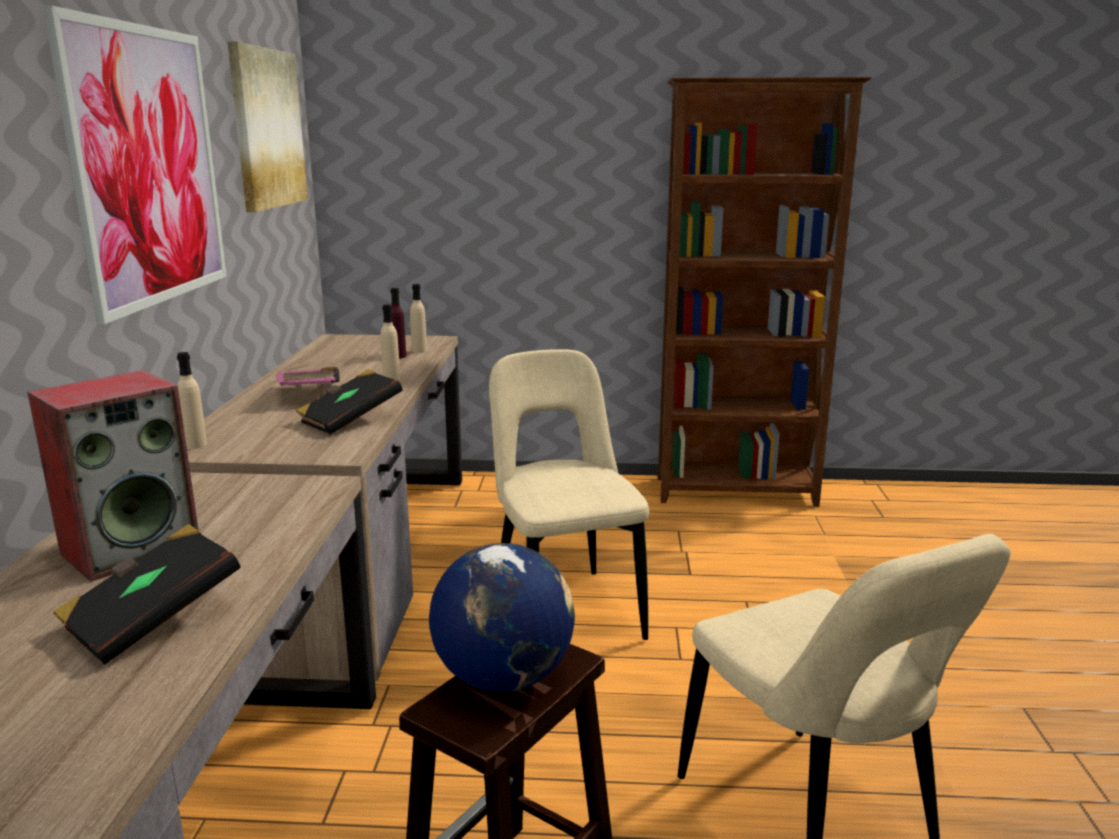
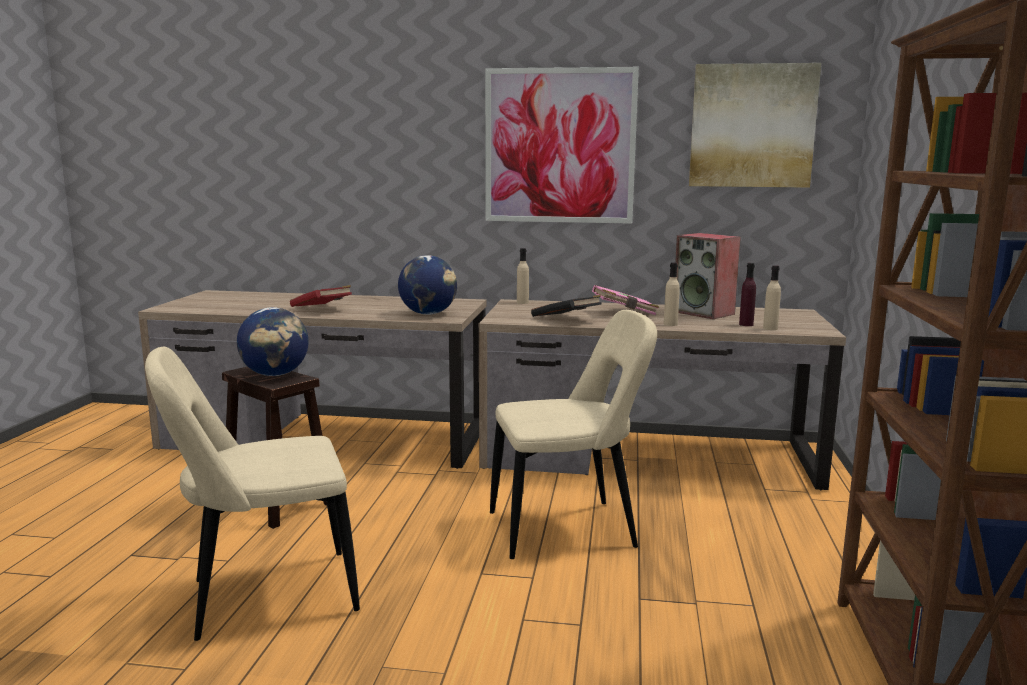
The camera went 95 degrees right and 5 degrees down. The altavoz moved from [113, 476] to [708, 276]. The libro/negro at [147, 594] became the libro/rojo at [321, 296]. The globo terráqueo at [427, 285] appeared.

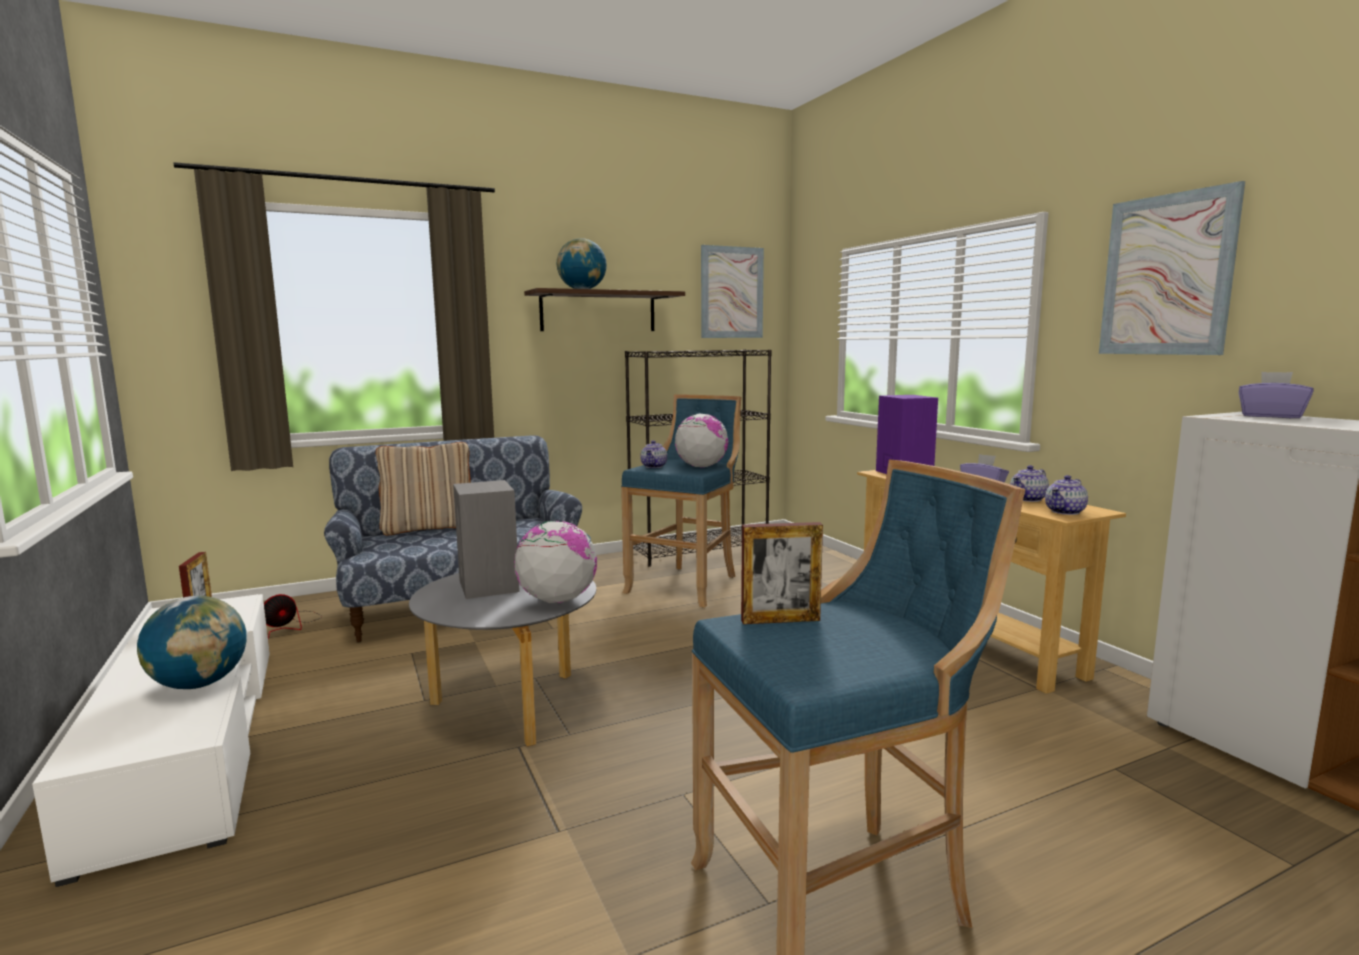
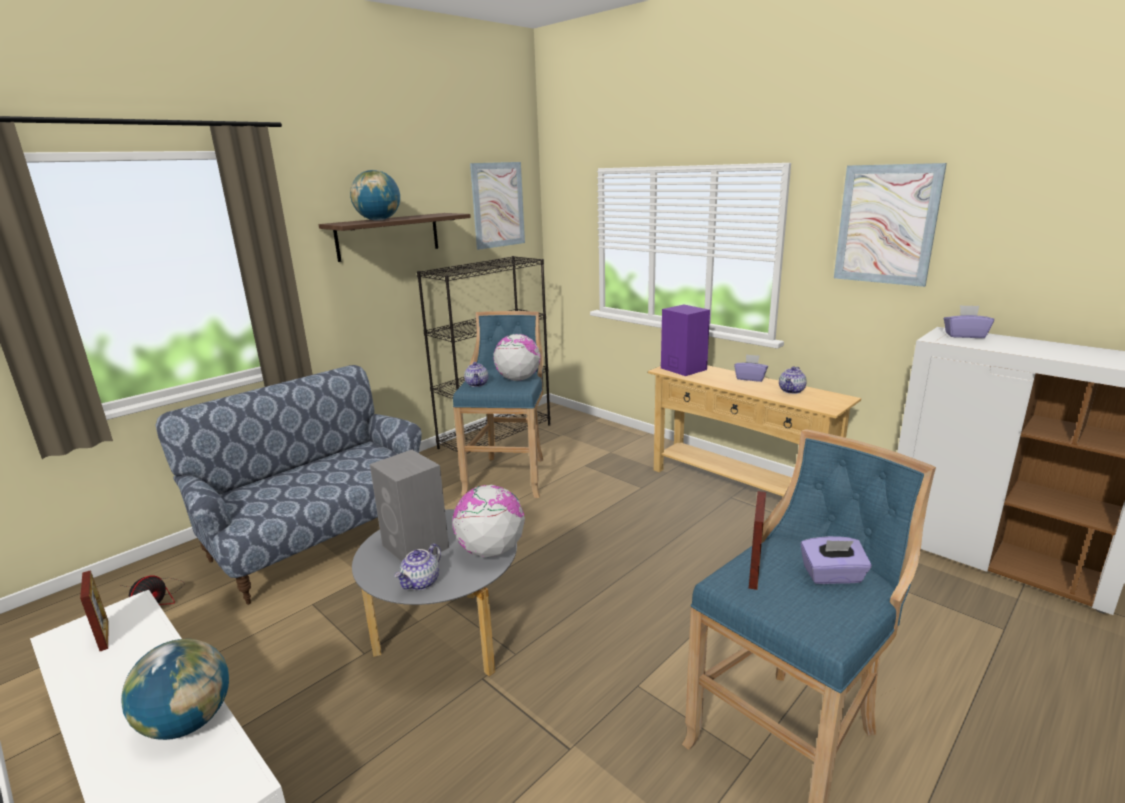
The camera went 20 degrees left and 10 degrees up. The cojín/beis at [423, 488] disappeared. The portarretratos at [782, 573] turned 135 degrees clockwise. The tetera moved from [1066, 495] to [417, 567]. The caja de pañuelos/morado at [836, 560] appeared.

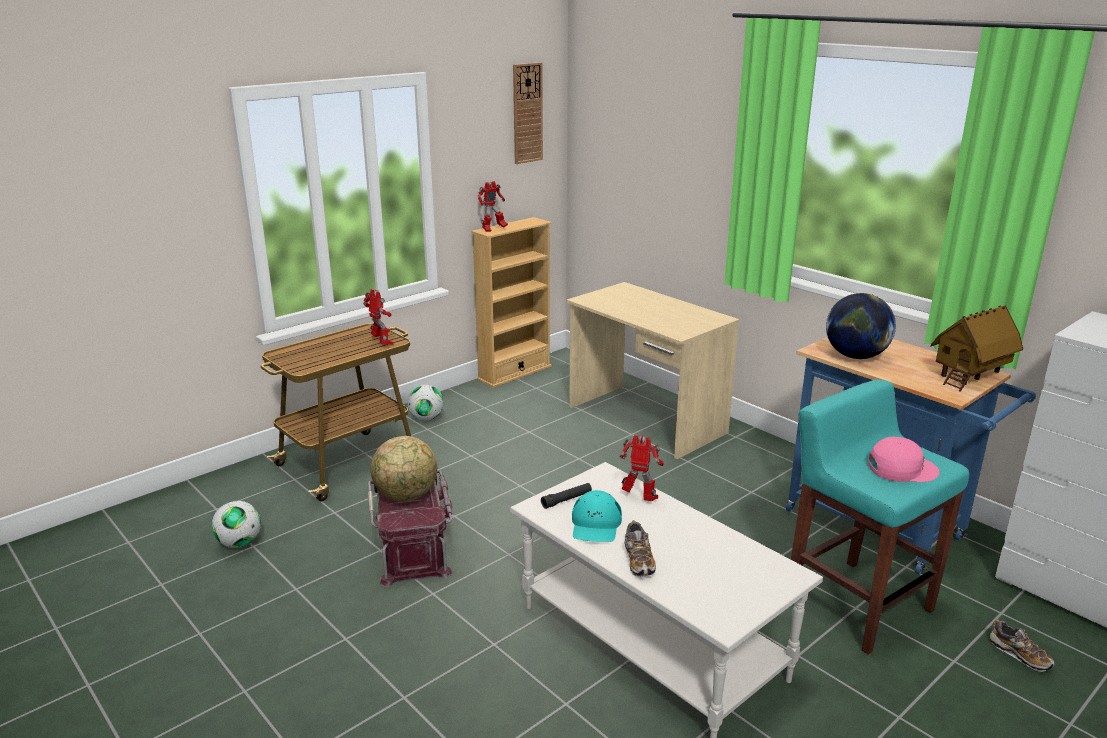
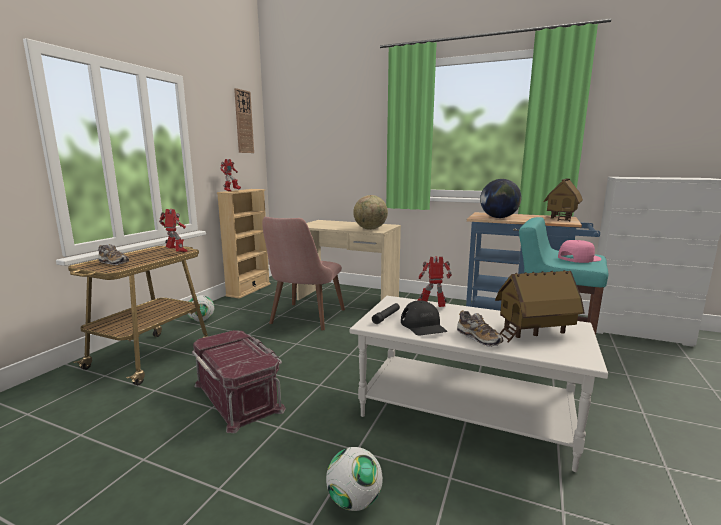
The camera went 25 degrees left and 10 degrees down. The balón de fútbol moved from [236, 524] to [354, 479]. The globo terráqueo moved from [404, 469] to [370, 212]. The gorra/turquesa at [597, 516] became the gorra/negro at [424, 317]. The zapato moved from [1022, 646] to [113, 254]. The silla/rosa at [303, 273] appeared. The casita at [540, 306] appeared.

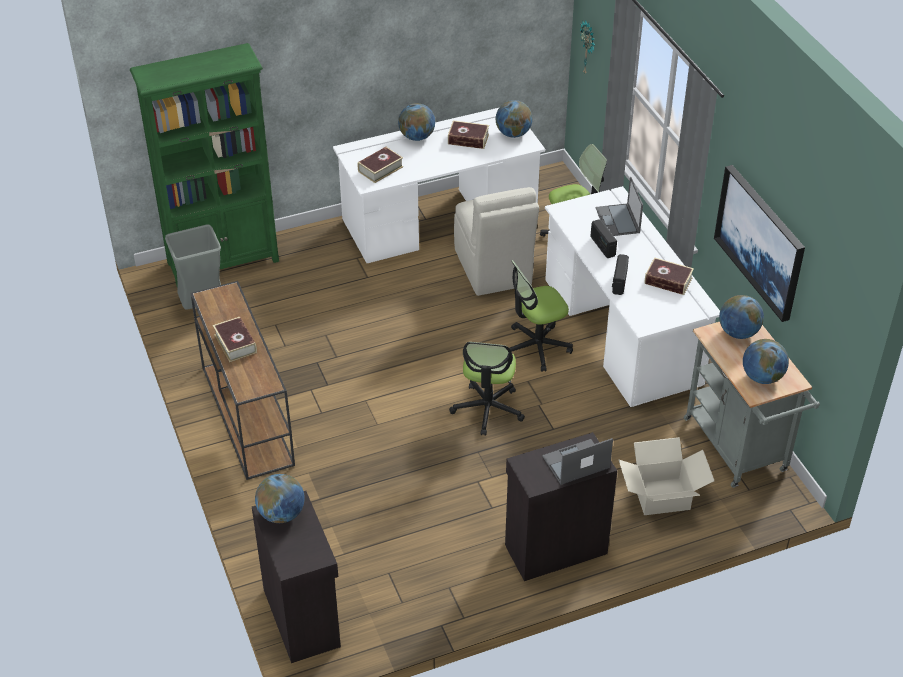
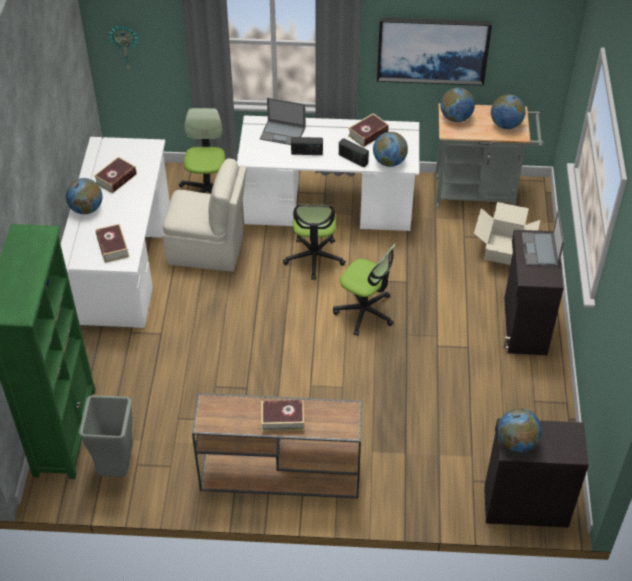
The camera went 65 degrees left and 5 degrees up. The globo terráqueo moved from [514, 119] to [390, 149].

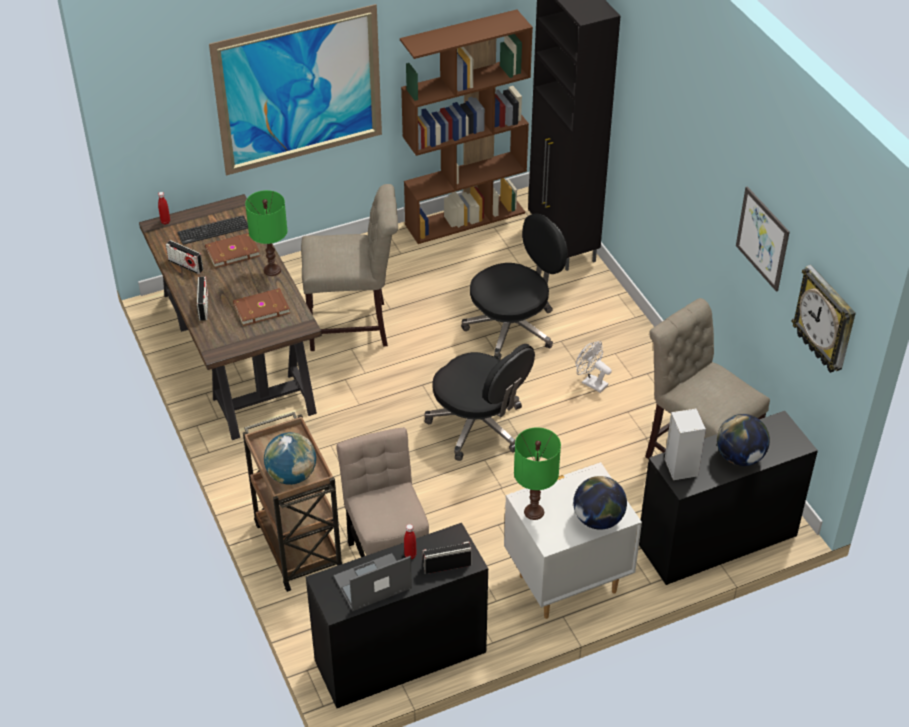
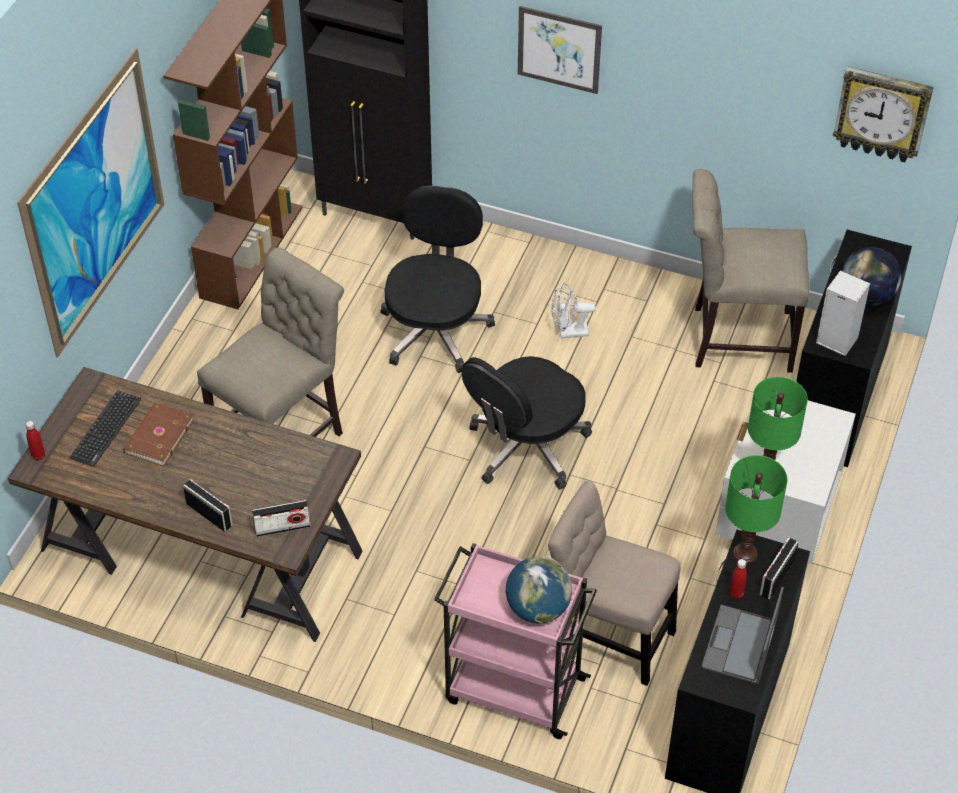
The camera went 45 degrees left and 5 degrees up. The radio moved from [184, 257] to [281, 518]. The libro/marrón at [261, 307] disappeared. The carrito/marrón at [292, 502] became the carrito/rosa at [515, 641]. The lámpara de mesa/verde moved from [266, 233] to [756, 509]. The silla de oficina/negro at [479, 402] turned 135 degrees clockwise. The globo terráqueo at [600, 503] disappeared. The cuadro moved from [763, 239] to [560, 50].

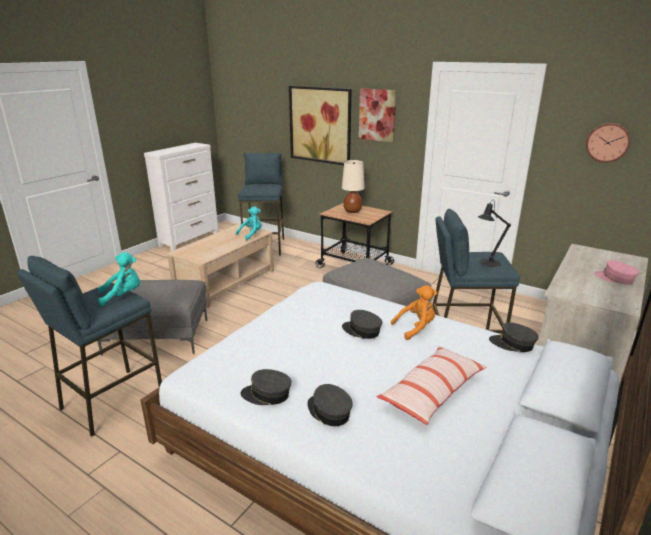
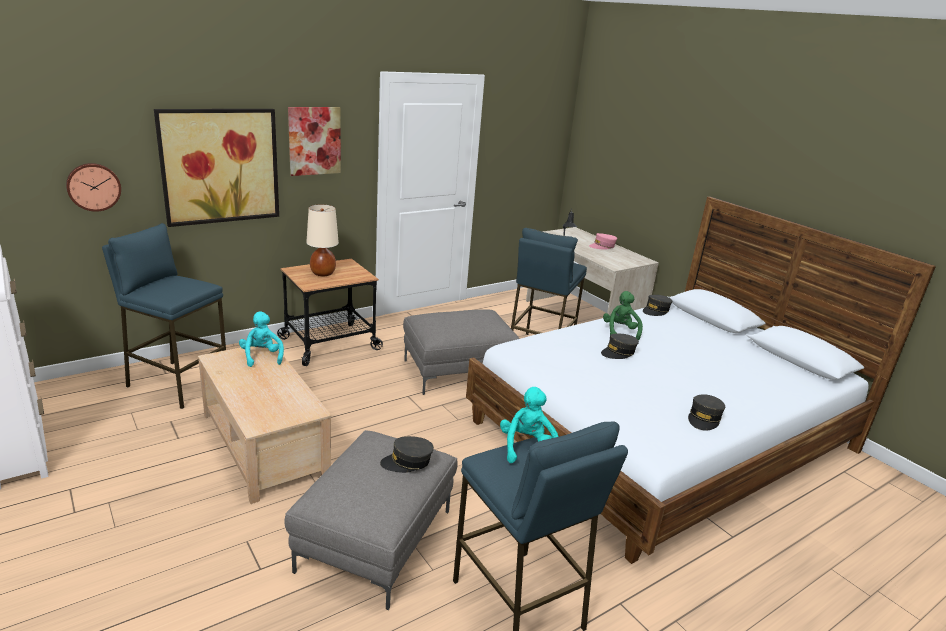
The camera went 70 degrees left and 0 degrees up. The gorra/gris moved from [329, 405] to [407, 454]. The cojín at [432, 385] disappeared. The peluche/naranja at [414, 312] became the peluche/verde at [623, 316]. The reloj de pared moved from [608, 143] to [93, 187].

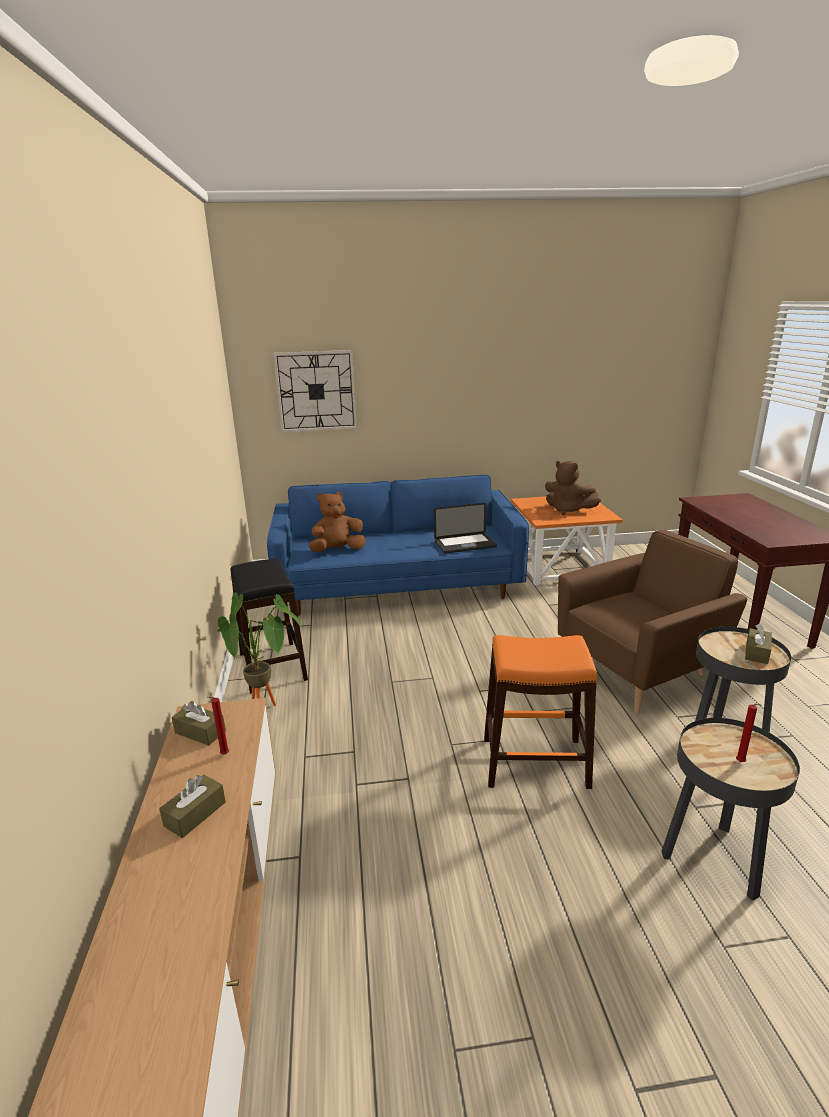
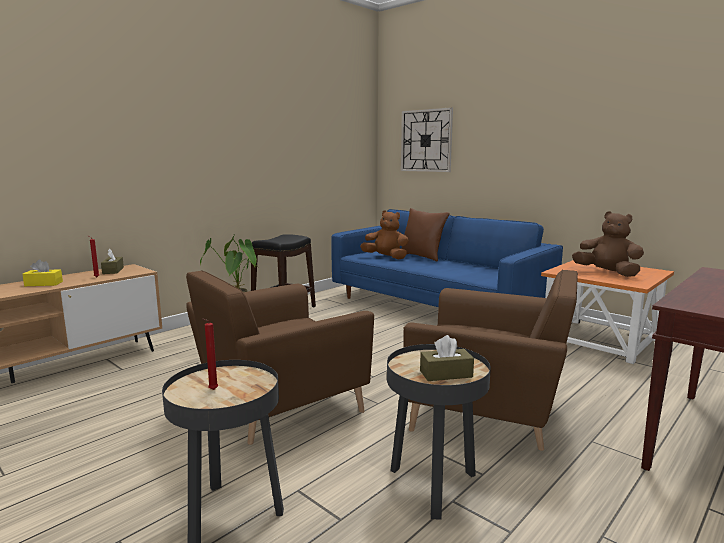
The camera went 50 degrees right and 10 degrees down. The caja de pañuelos/marrón at [192, 806] became the caja de pañuelos/amarillo at [42, 273]. The portátil at [465, 528] disappeared. The taburete/naranja at [540, 712] was replaced by the sillón/marrón at [280, 357]. The peluche/marrón at [573, 488] turned 135 degrees clockwise. The cojín/marrón at [426, 234] appeared.

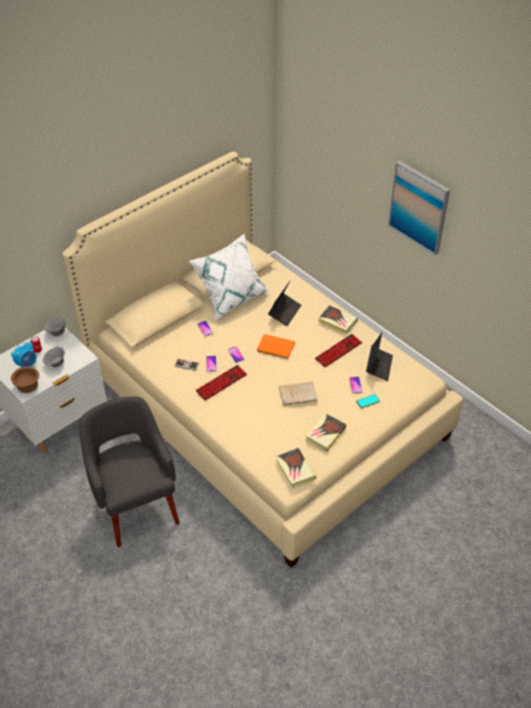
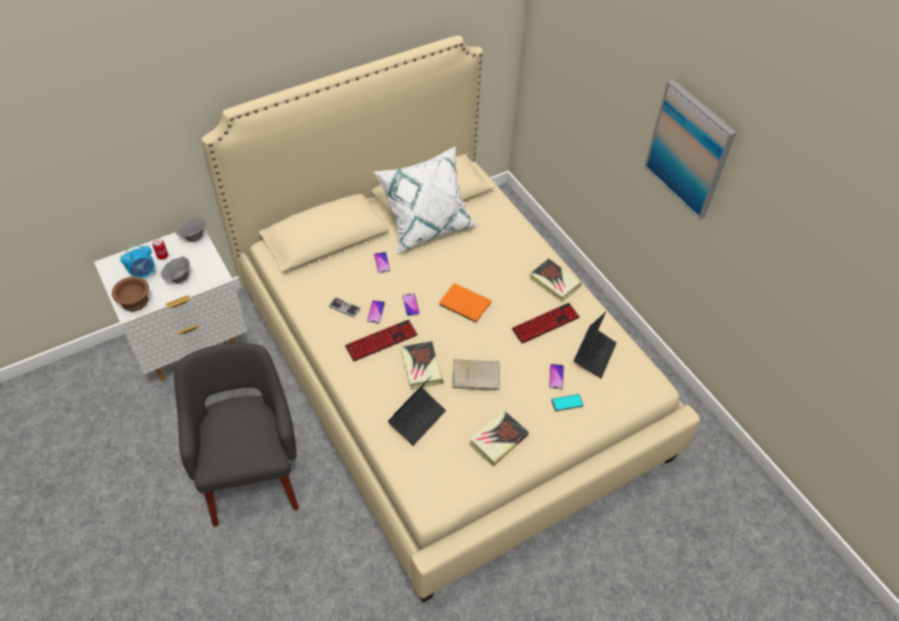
The camera went 10 degrees right and 5 degrees up. The portátil moved from [284, 303] to [417, 411]. The libro moved from [295, 468] to [422, 365].

